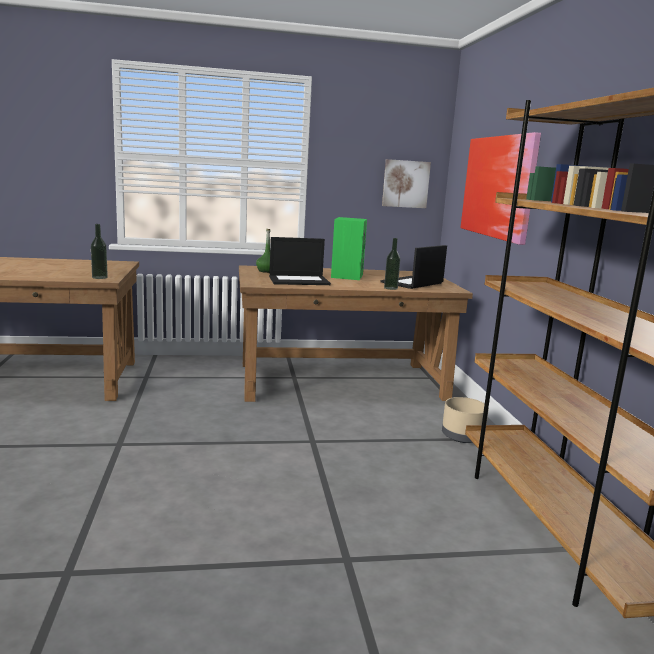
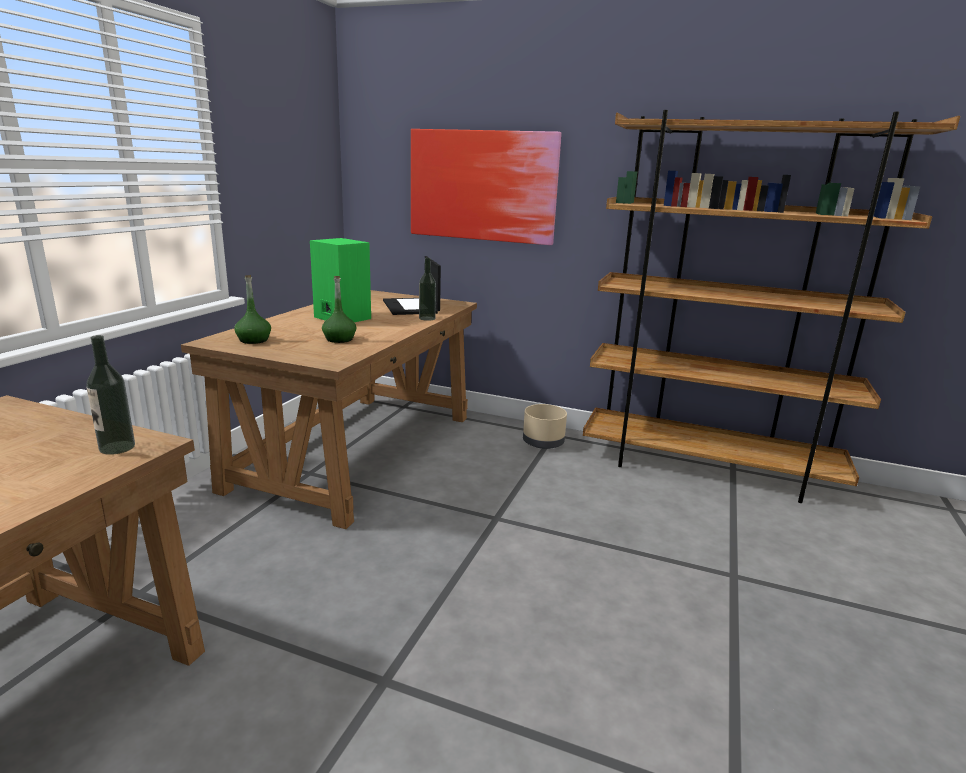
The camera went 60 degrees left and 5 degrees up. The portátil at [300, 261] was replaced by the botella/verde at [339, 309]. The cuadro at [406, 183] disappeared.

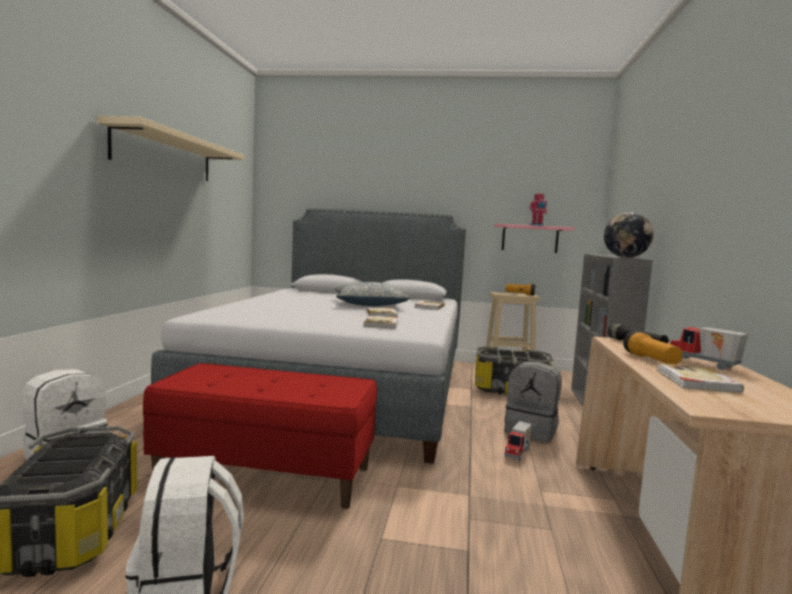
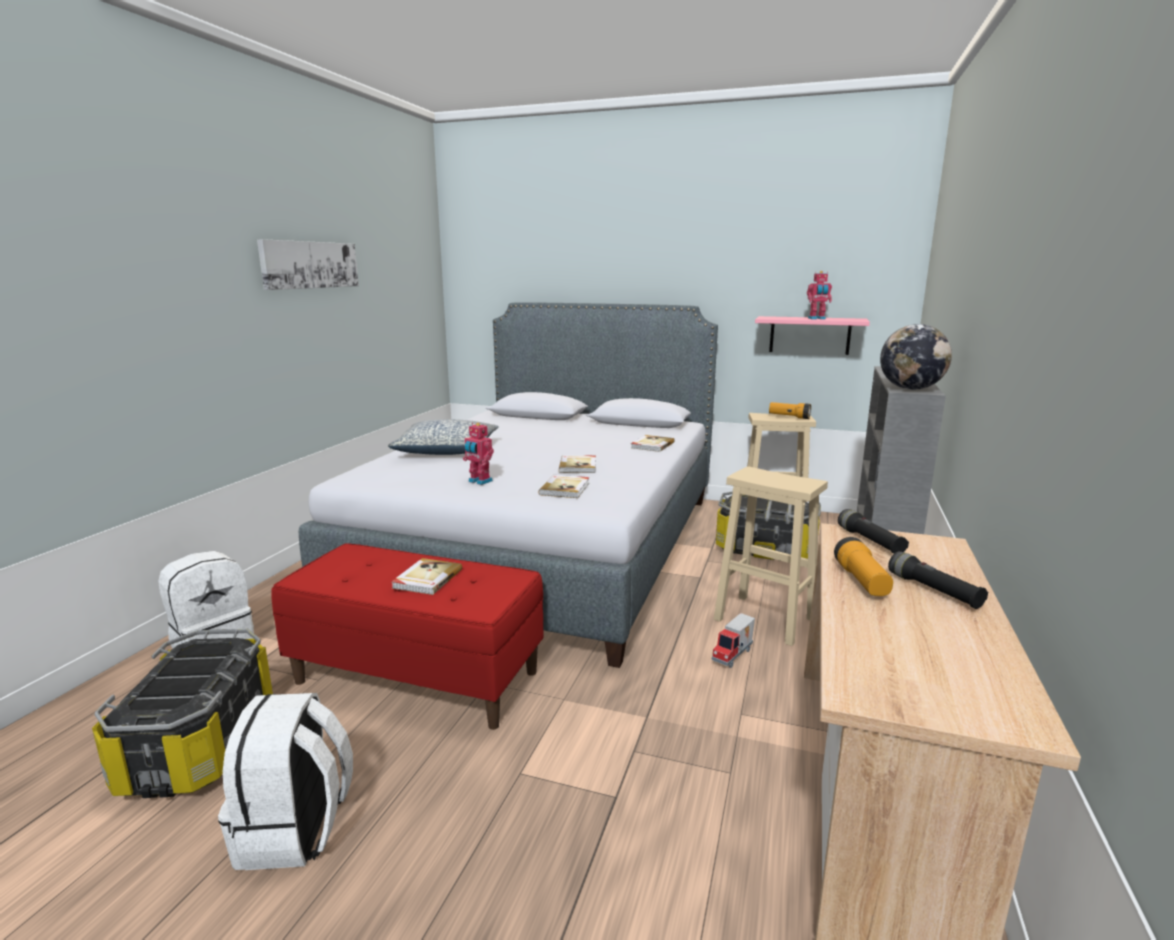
The camera went 10 degrees right and 10 degrees up. The estante/beis at [170, 148] was replaced by the cuadro at [308, 264]. The cojín moved from [372, 294] to [443, 437]. The mochila/gris at [533, 402] was replaced by the taburete/beis at [771, 556]. The libro moved from [700, 378] to [426, 576]. The camión de juguete at [709, 348] was replaced by the linterna/negro at [938, 580]. The robot de juguete at [478, 454] appeared.

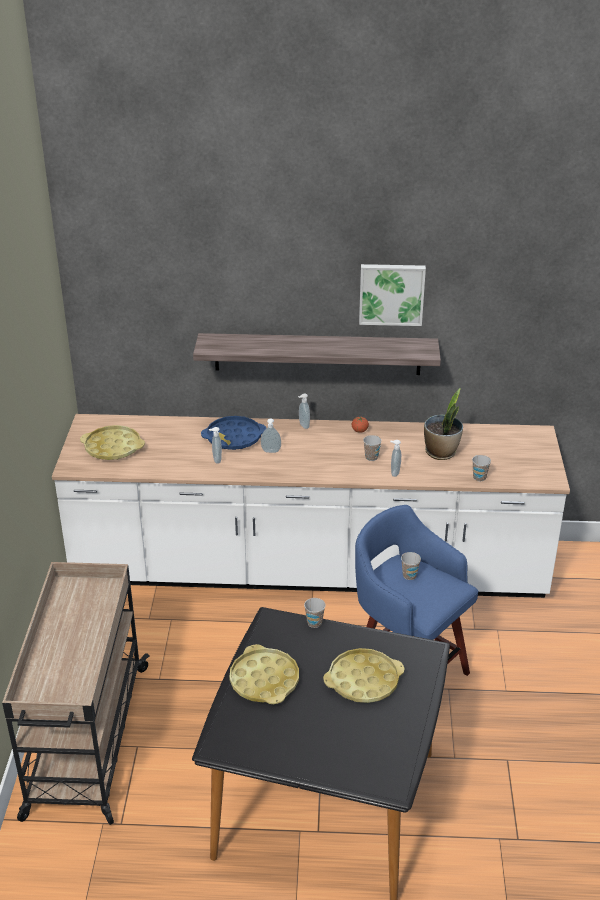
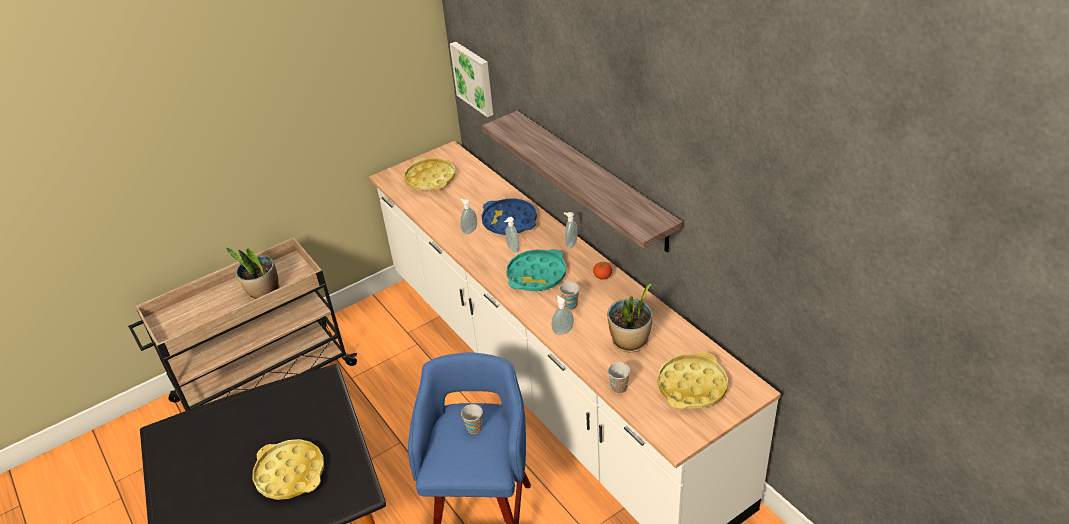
The camera went 55 degrees right and 5 degrees up. The bandeja/amarillo moved from [264, 674] to [692, 380]. The taza at [315, 613] disappeared. The cuadro moved from [392, 295] to [471, 79]. The planta en maceta at [253, 273] appeared. The bandeja/turquesa at [536, 270] appeared.

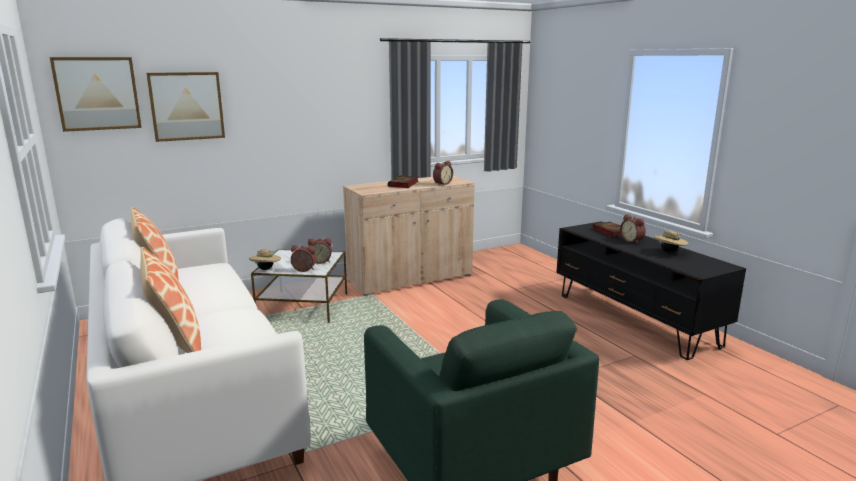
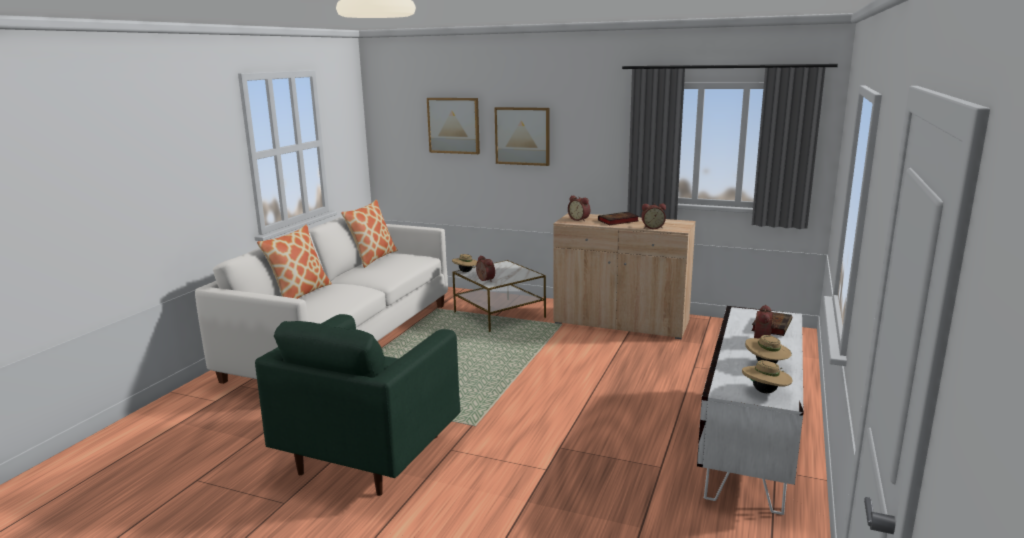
The camera went 50 degrees right and 0 degrees up. The cuadro moved from [96, 94] to [522, 136]. The despertador moved from [320, 251] to [579, 208]. The mueble de televisión/negro at [651, 290] became the mueble de televisión/blanco at [750, 410]. The sombrero/beis at [767, 376] appeared.

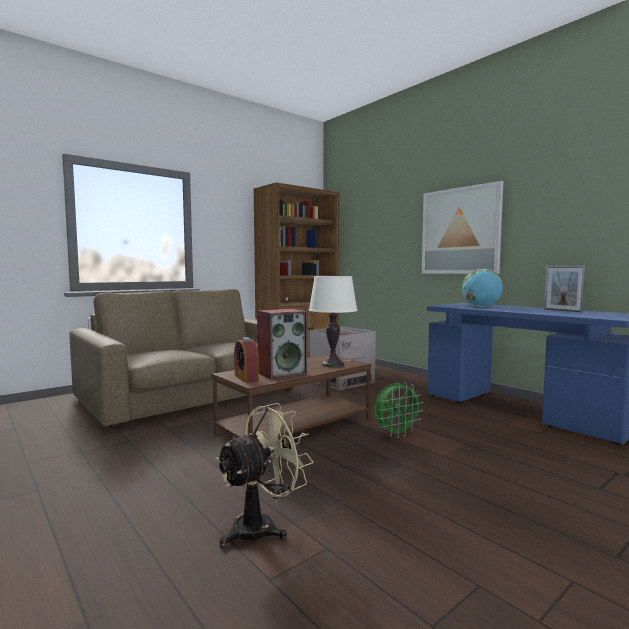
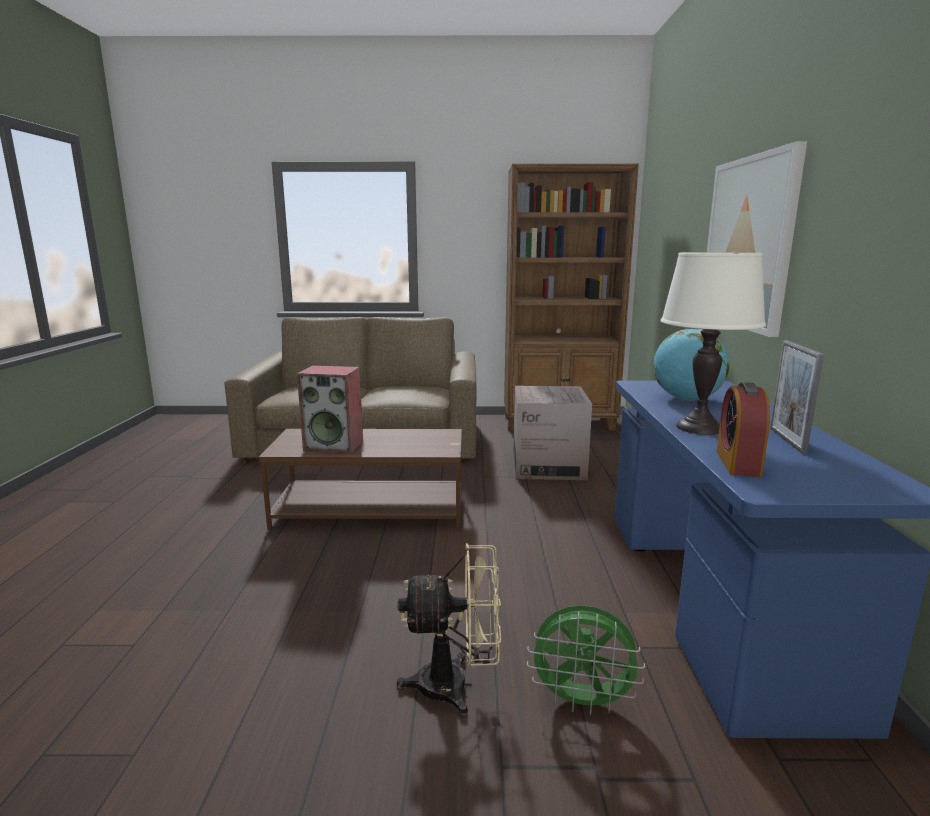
The camera went 40 degrees right and 10 degrees up. The ventilador/beis moved from [265, 475] to [449, 629]. The despertador moved from [246, 360] to [743, 429]. The lámpara de mesa/blanco moved from [333, 321] to [713, 343]. The ventilador/verde moved from [398, 410] to [586, 660].

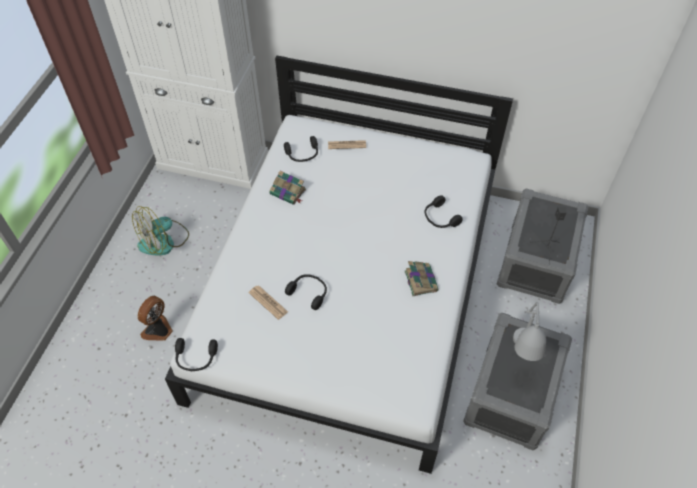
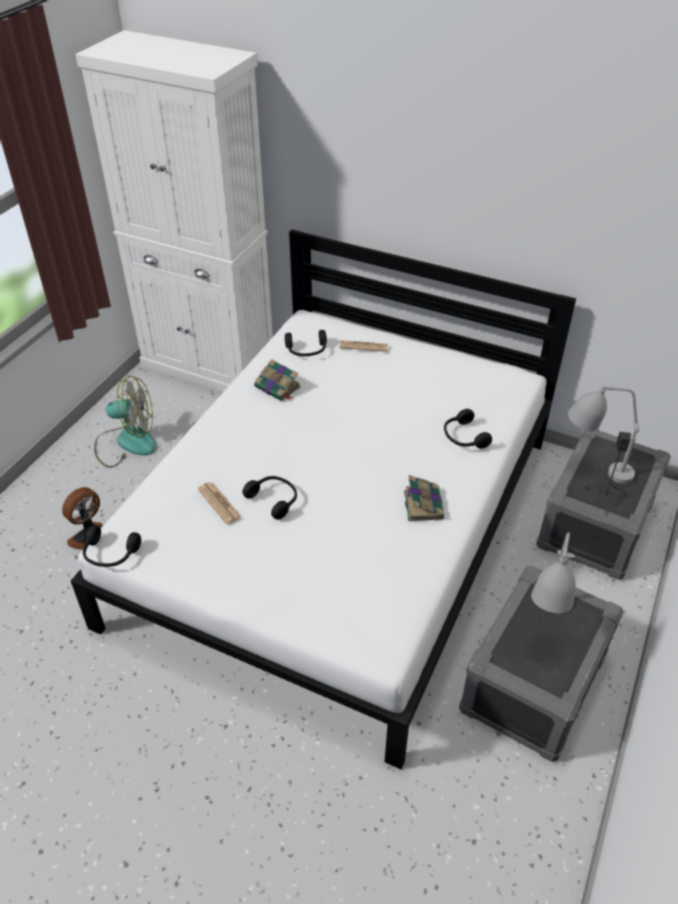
The camera went 10 degrees right and 10 degrees down. The ventilador at [160, 231] turned 150 degrees counterclockwise. The lámpara de mesa/gris at [603, 435] appeared.

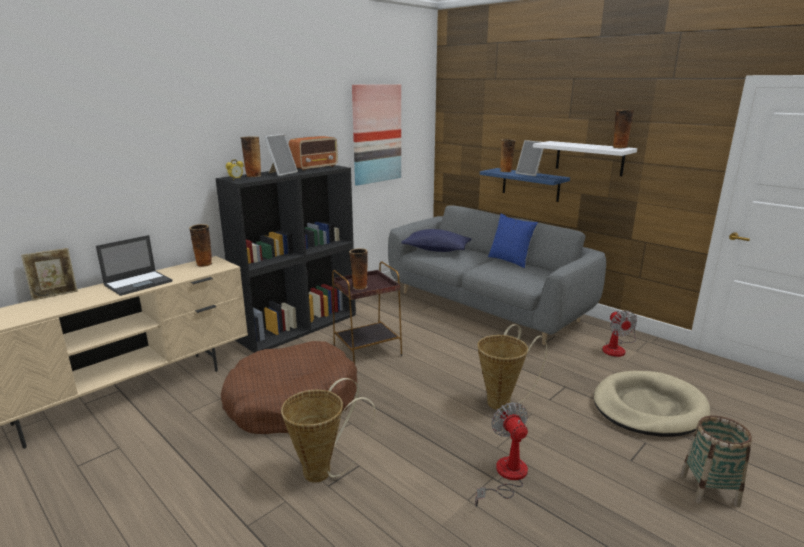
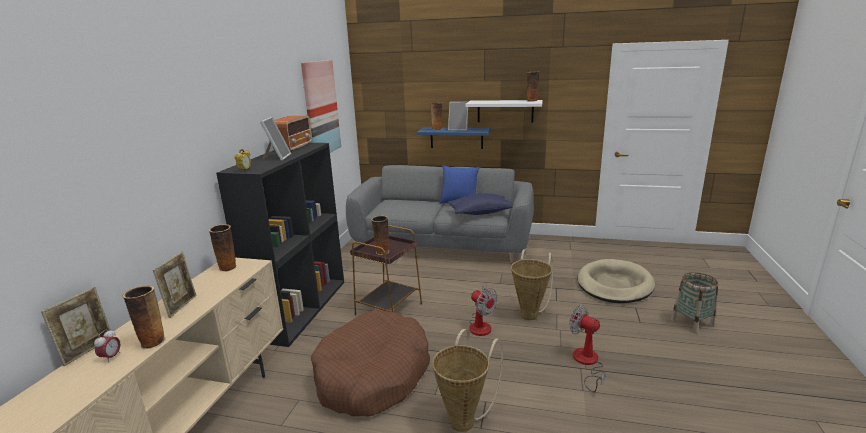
The camera went 30 degrees left and 0 degrees up. The portátil at [134, 265] was replaced by the portarretratos at [174, 285]. The florero moved from [251, 156] to [144, 317]. The cojín/azul moved from [436, 240] to [480, 204]. The ventilador moved from [619, 333] to [483, 310]. The despertador at [107, 346] appeared.

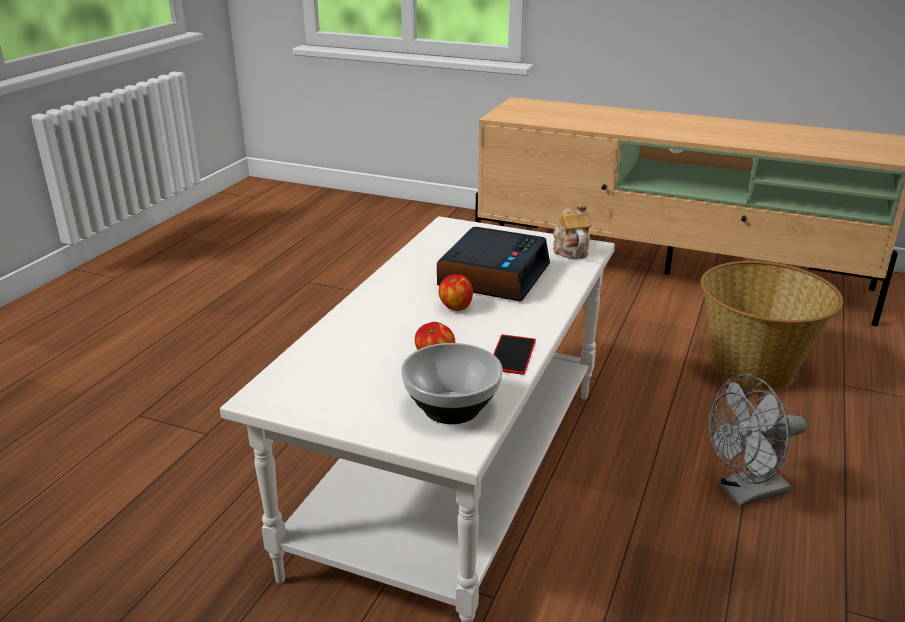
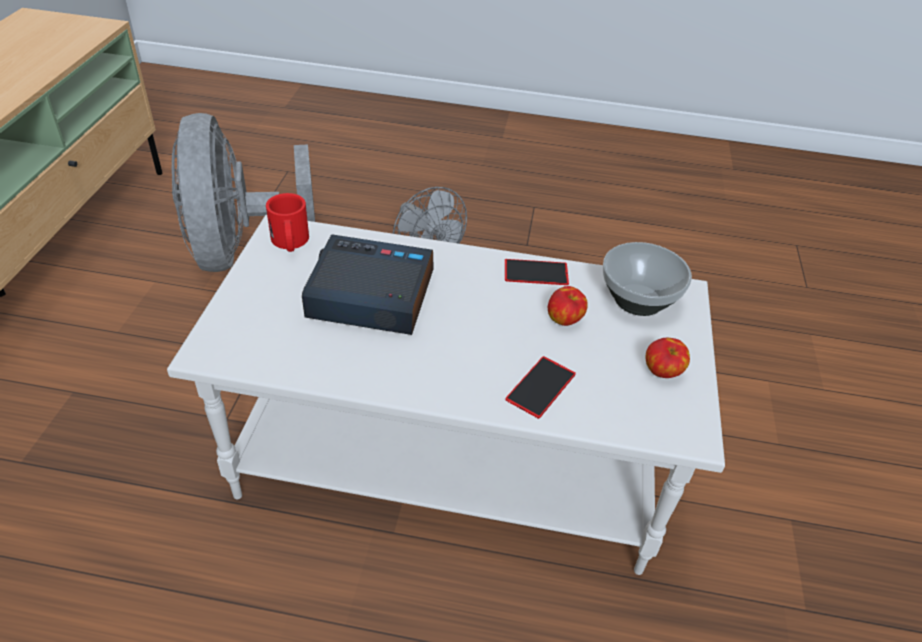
The camera went 105 degrees left and 15 degrees up. The manzana moved from [455, 293] to [668, 358]. The tetera at [572, 230] was replaced by the taza grande/rojo at [287, 222]. The cesta at [772, 326] was replaced by the ventilador/gris at [243, 192]. The móvil at [540, 387] appeared.

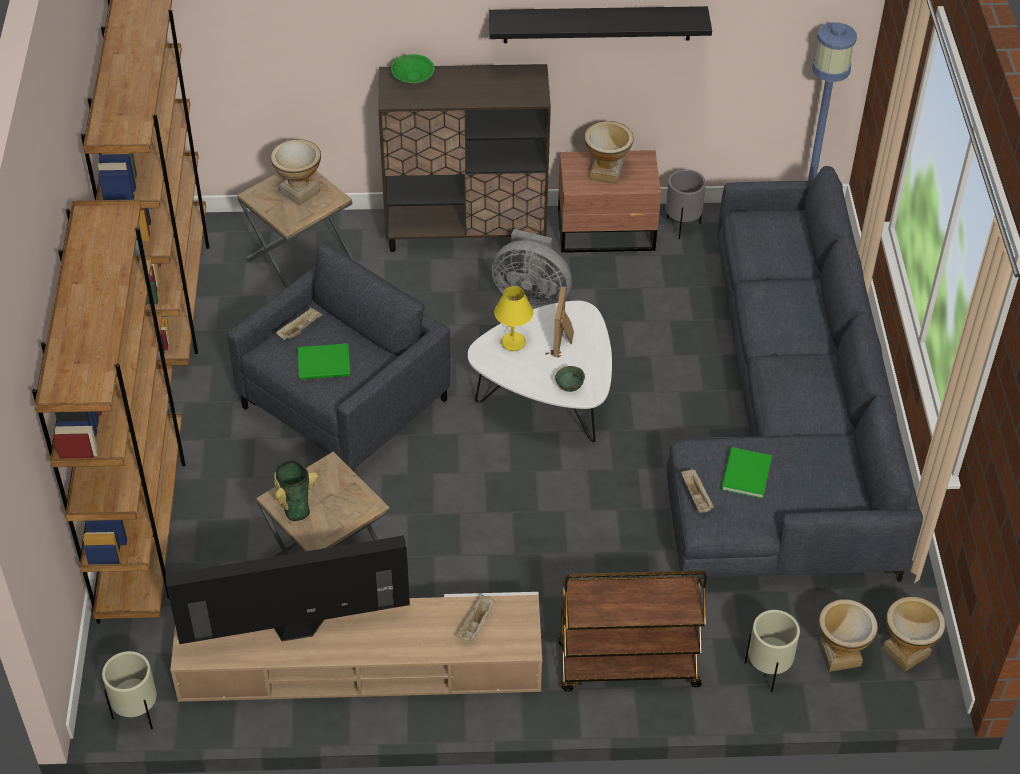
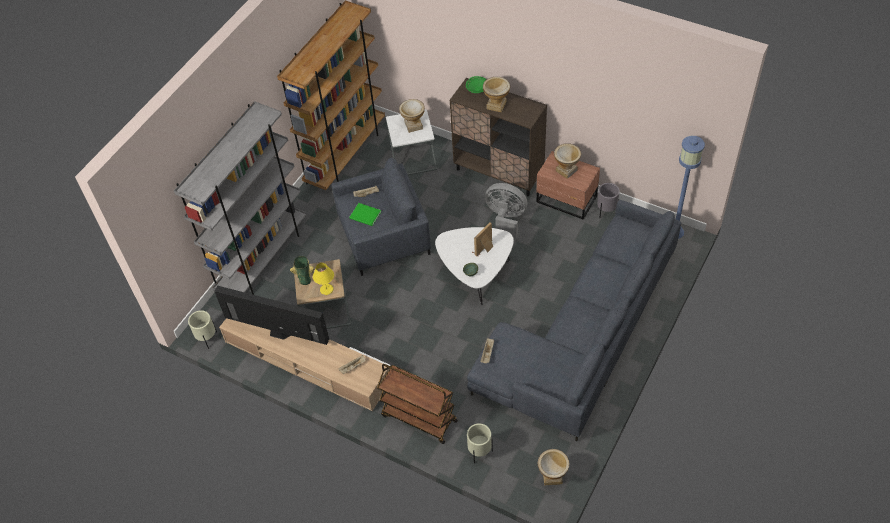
The camera went 35 degrees right and 5 degrees up. The estantería/marrón at [108, 411] became the estantería/gris at [240, 198]. The mesa auxiliar/marrón at [296, 229] became the mesa auxiliar/blanco at [411, 142]. The estante/negro at [600, 24] disappeared. The ventilador/gris at [532, 269] turned 150 degrees clockwise. The lámpara de mesa/amarillo moved from [514, 318] to [323, 279]. The libro/verde at [746, 472] disappeared. The florero moved from [848, 635] to [496, 94].

